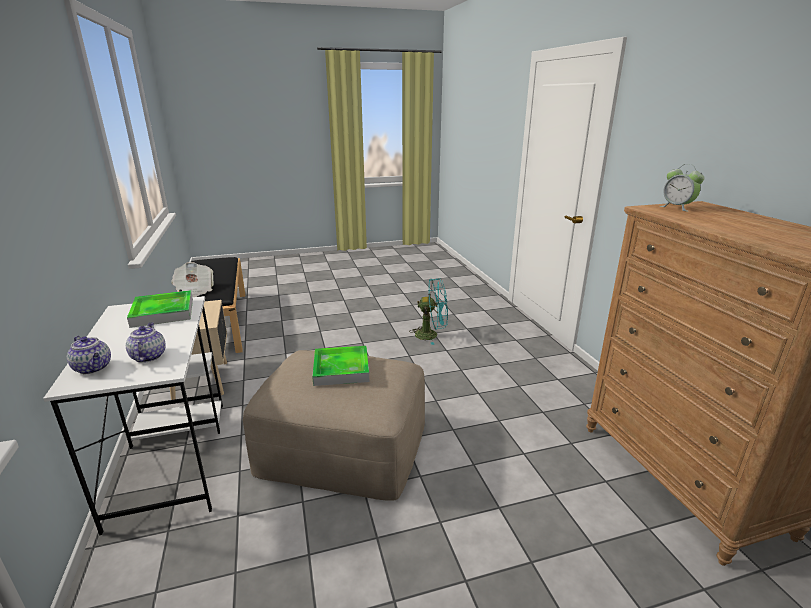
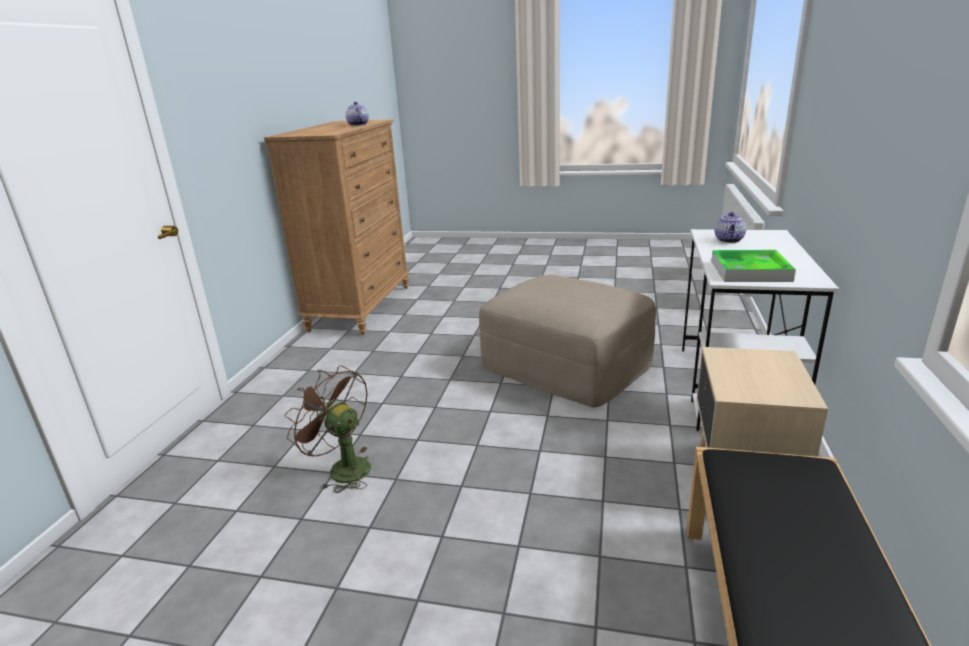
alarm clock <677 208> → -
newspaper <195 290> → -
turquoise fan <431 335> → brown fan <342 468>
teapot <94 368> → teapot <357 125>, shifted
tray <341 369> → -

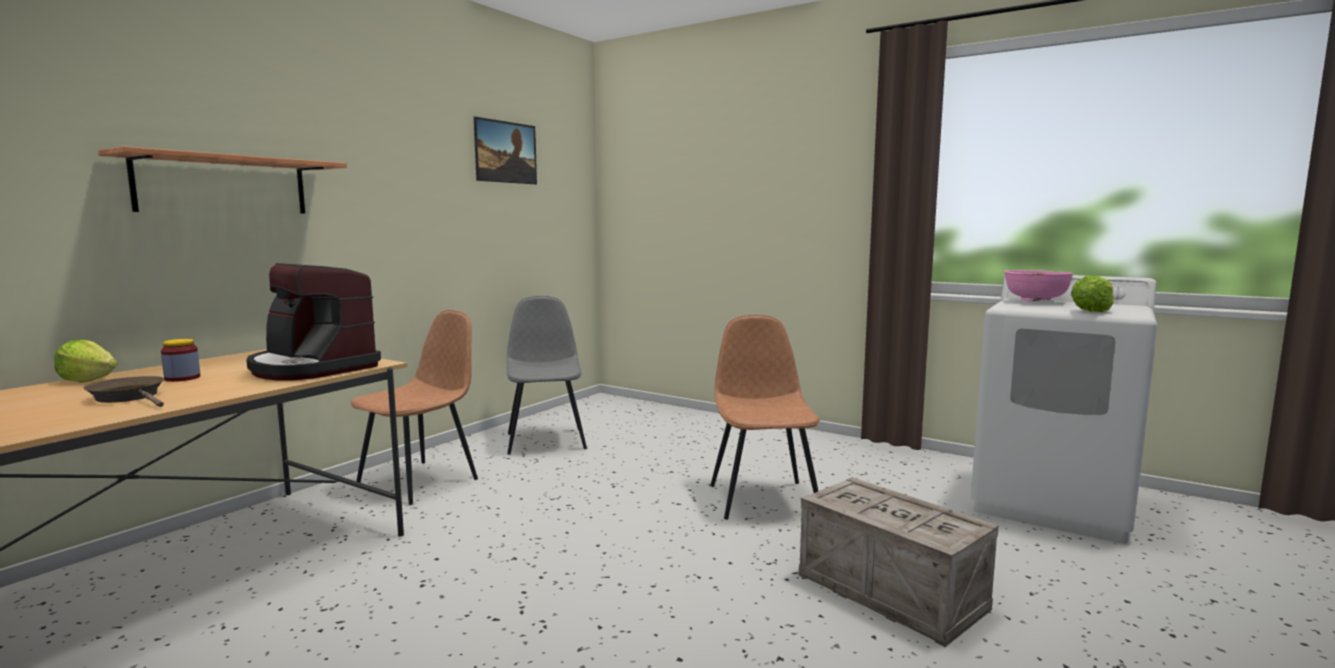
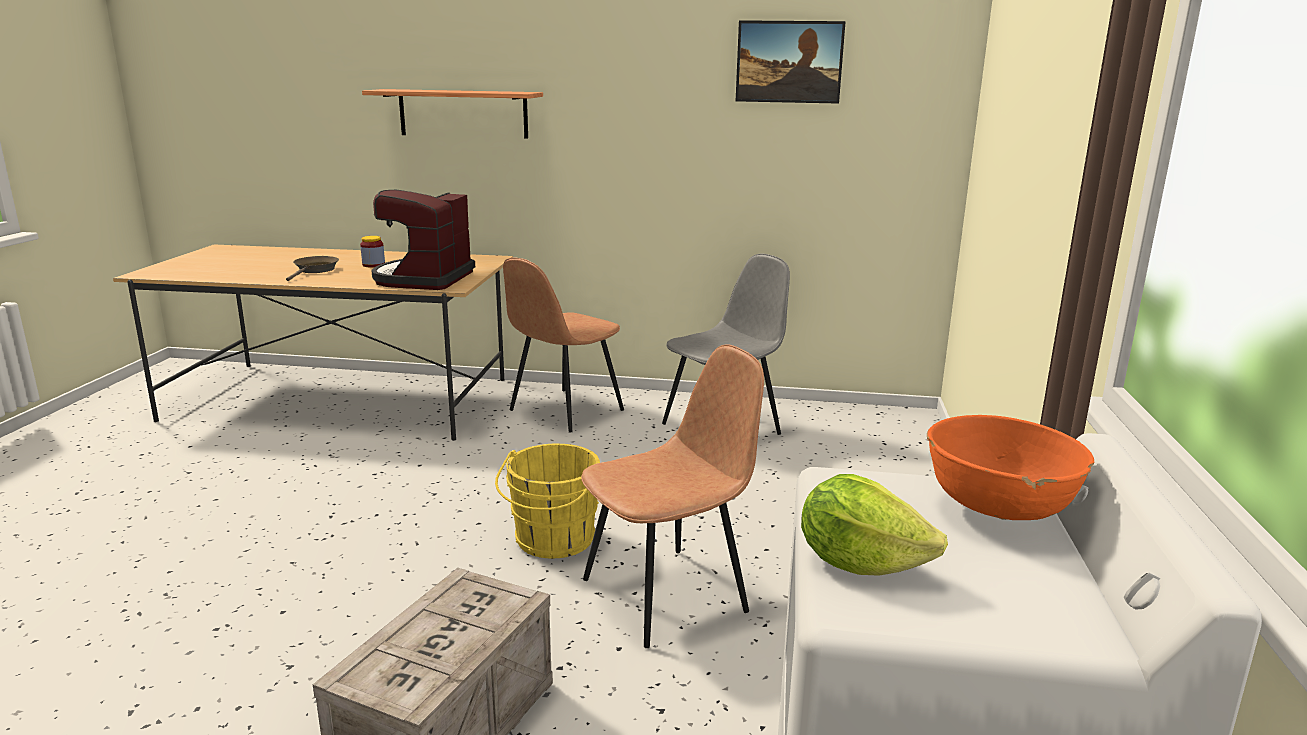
pink bowl <1035 300> → orange bowl <998 507>
brown chair <420 481> → brown chair <564 411>, 120 degrees clockwise
lettuce <88 380> → -
- → yellow bucket <552 541>

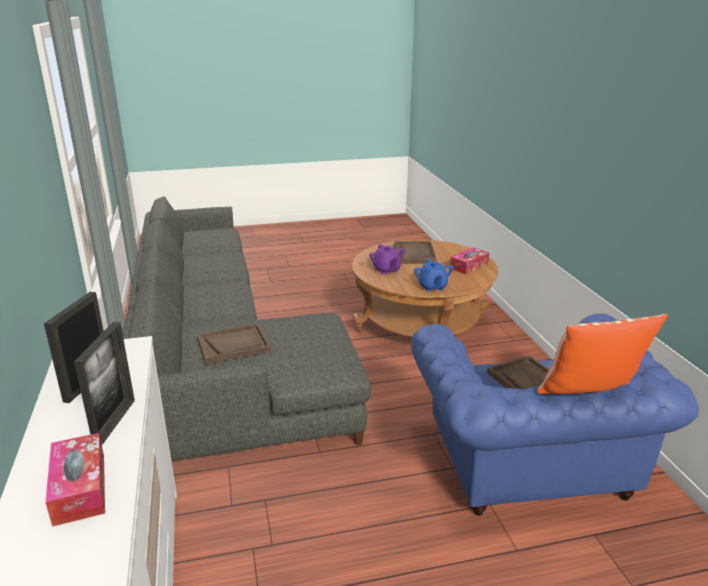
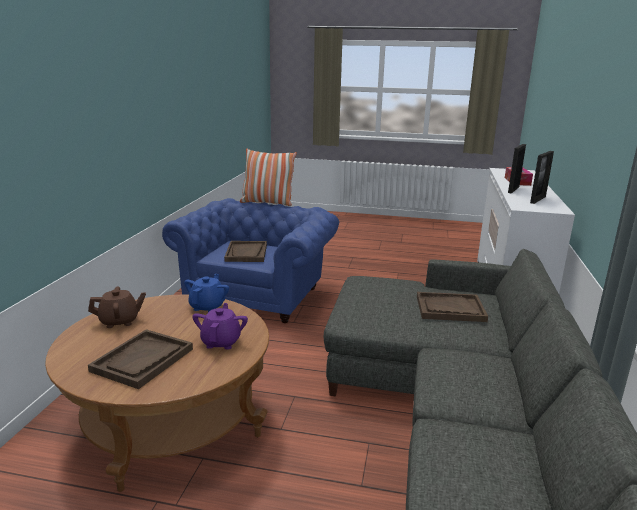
tissue box <469 266> → brown teapot <119 321>

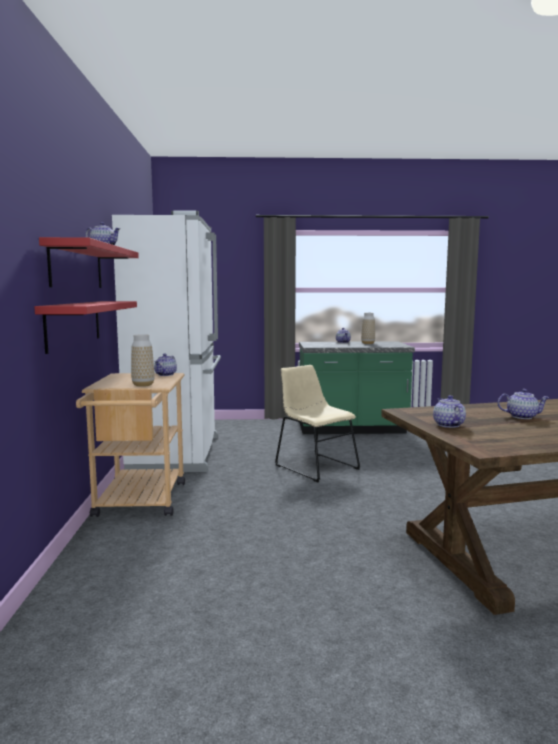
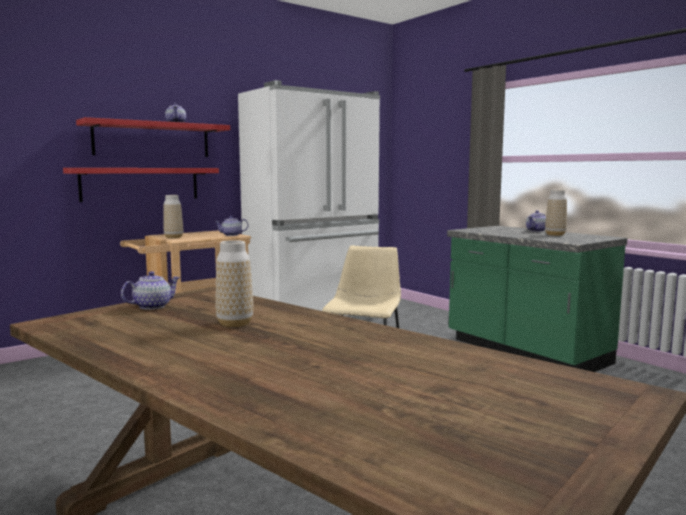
teapot <522 416> → vase <235 323>

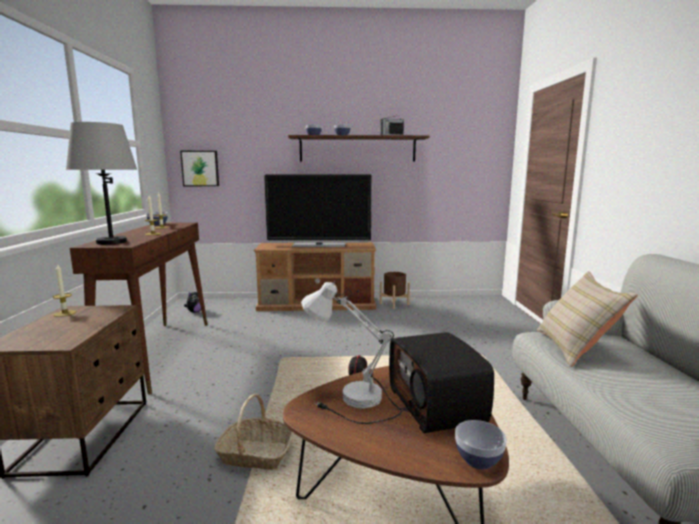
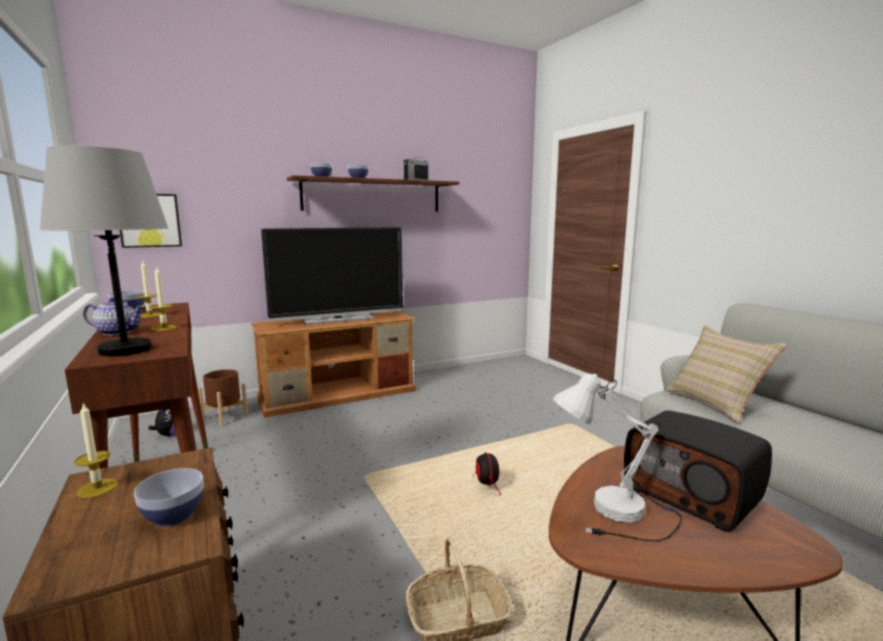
brown planter <394 304> → brown planter <224 417>, shifted
bowl <478 460> → bowl <173 516>, shifted
- → teapot <118 332>

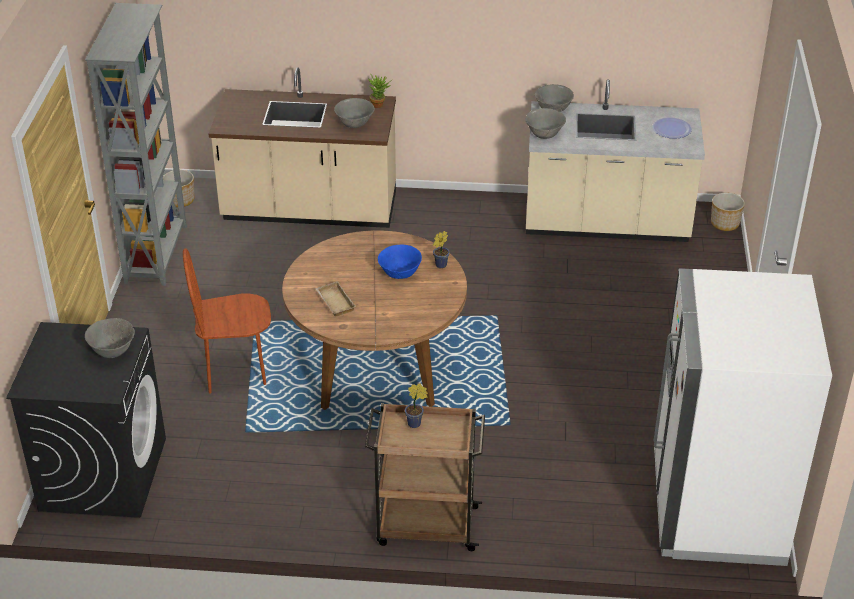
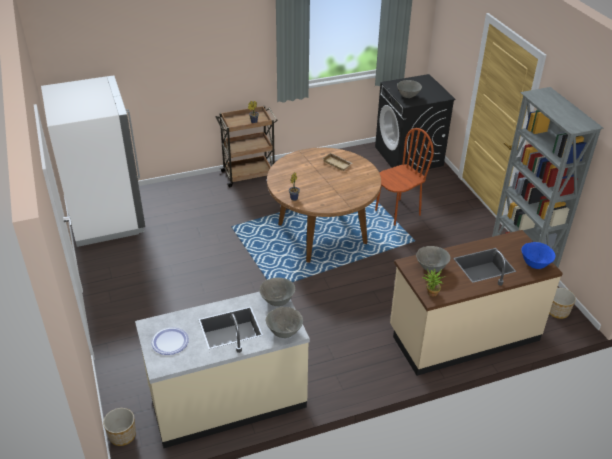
blue bowl <400 274> → blue bowl <535 264>, shifted

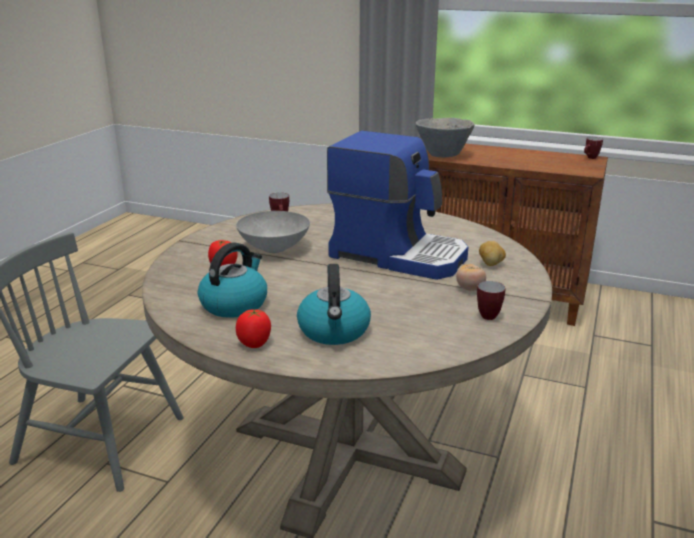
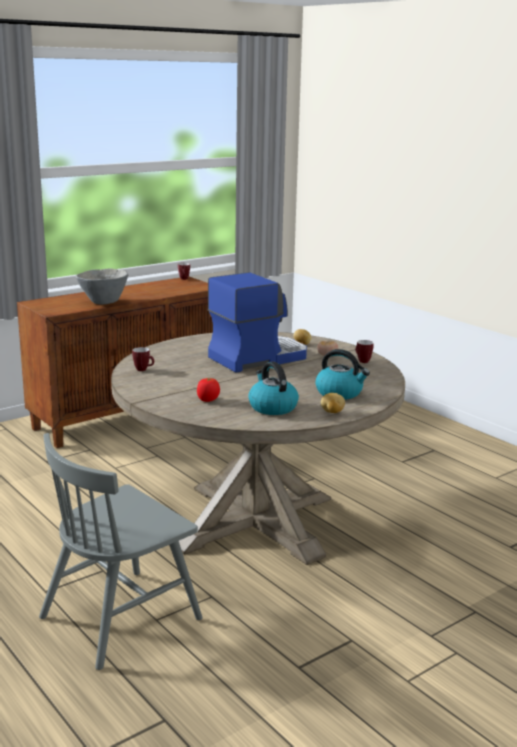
grey bowl <275 248> → -
tomato <254 343> → potato <332 412>

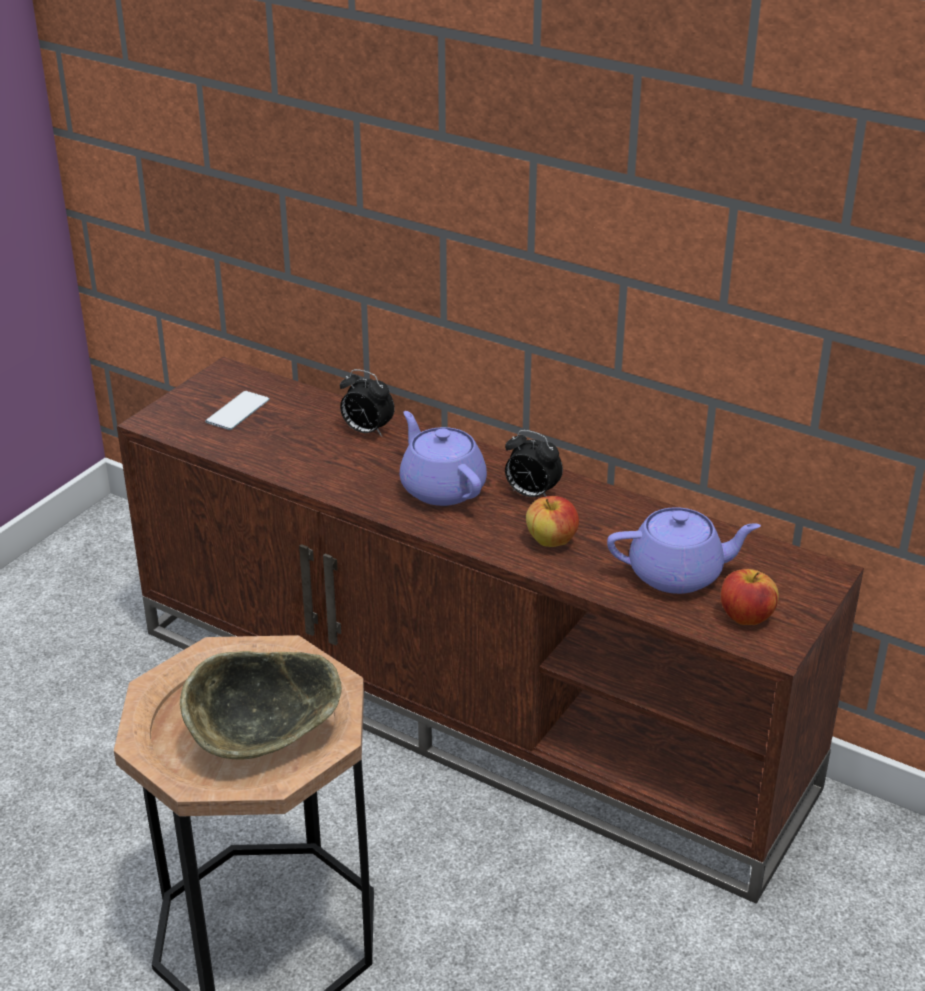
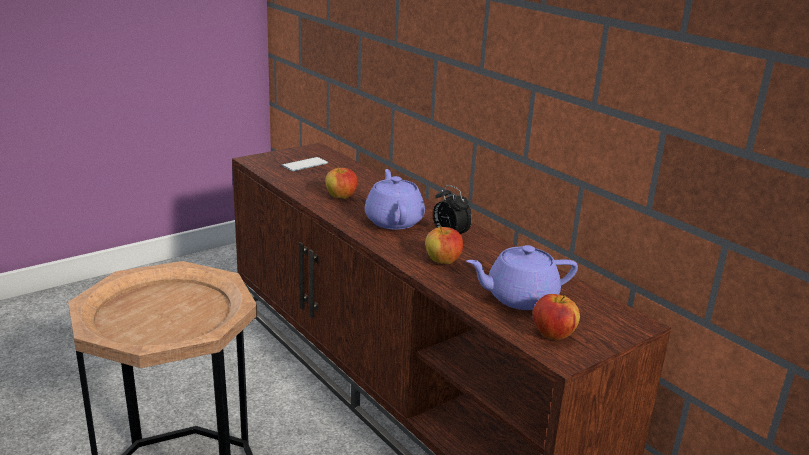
alarm clock <366 431> → -
purple teapot <678 574> → purple teapot <519 298>, 150 degrees clockwise
bowl <262 742> → -
- → apple <341 197>

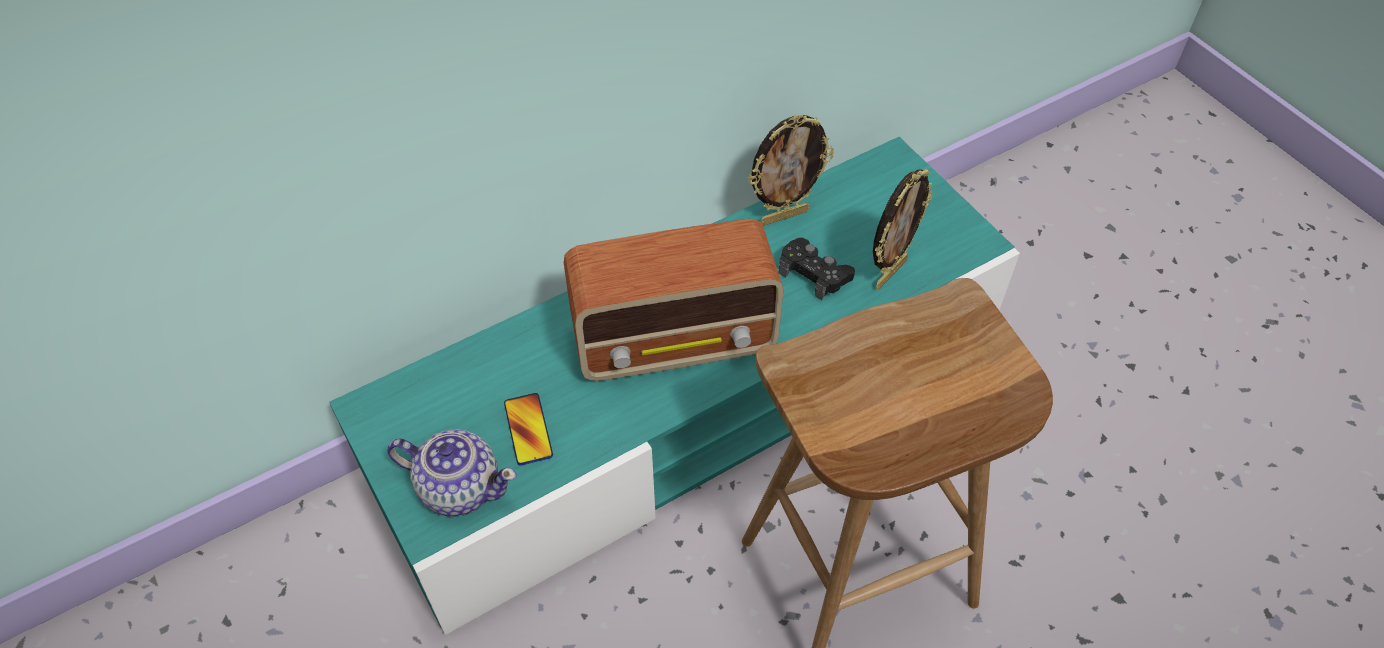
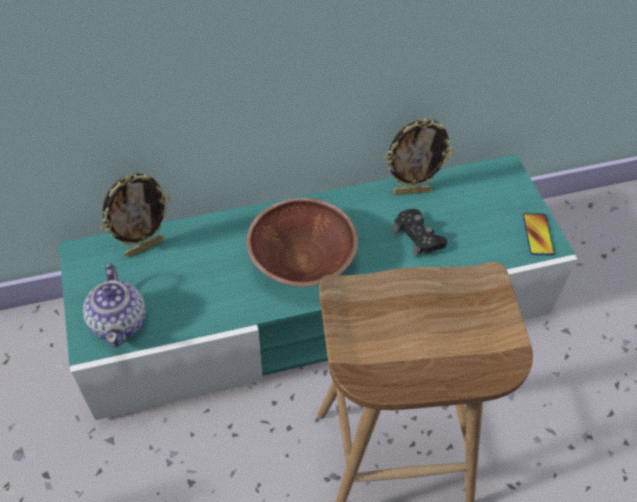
picture frame <889 272> → picture frame <145 247>, shifted
radio <676 340> → brown bowl <303 259>
phone <528 429> → phone <537 235>, shifted
teapot <459 487> → teapot <119 321>, 45 degrees clockwise

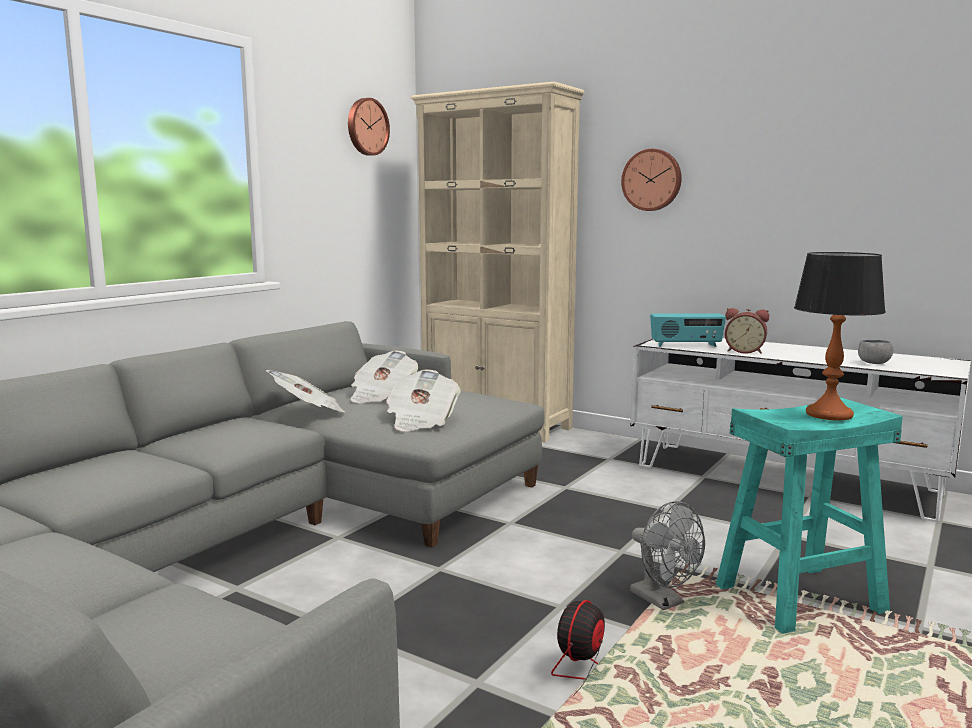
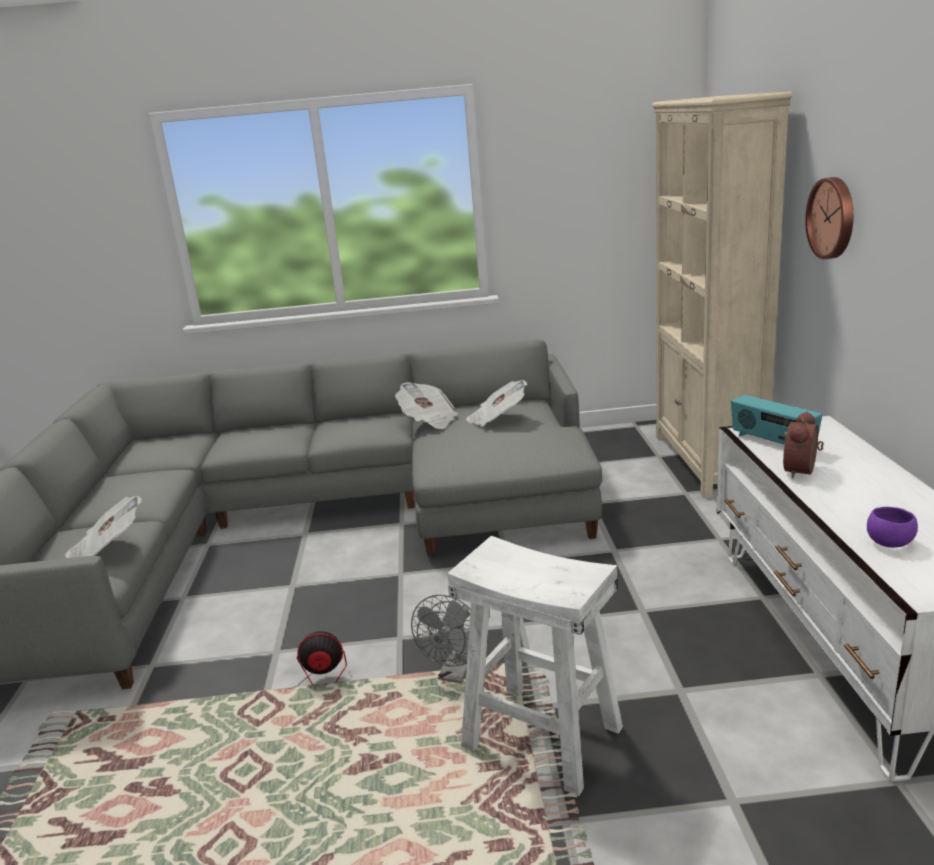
wall clock <366 127> → -
table lamp <829 414> → -
alarm clock <744 351> → alarm clock <803 471>, 45 degrees clockwise
grey bowl <874 363> → purple bowl <889 543>
newspaper <421 421> → newspaper <108 549>, shifted
turquoise stool <799 597> → white stool <543 736>

